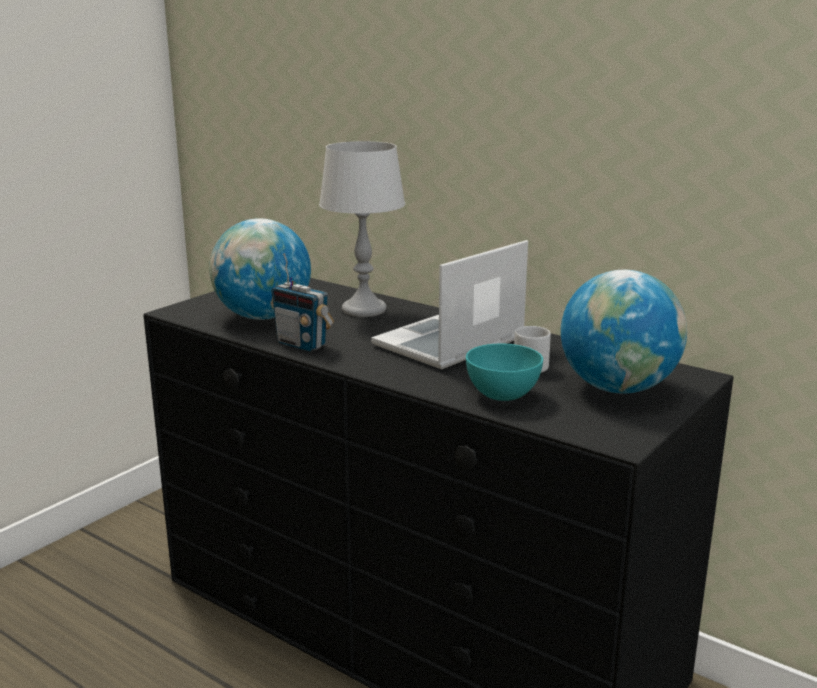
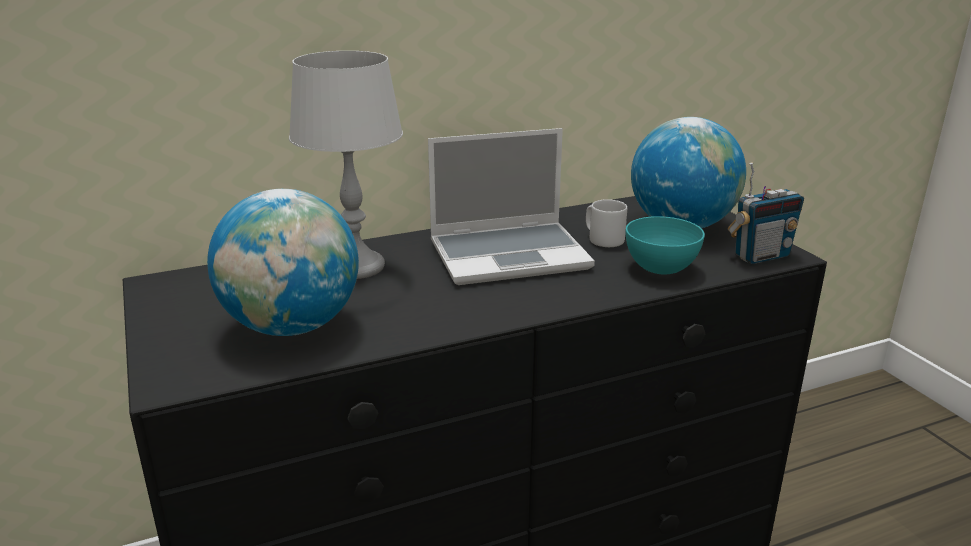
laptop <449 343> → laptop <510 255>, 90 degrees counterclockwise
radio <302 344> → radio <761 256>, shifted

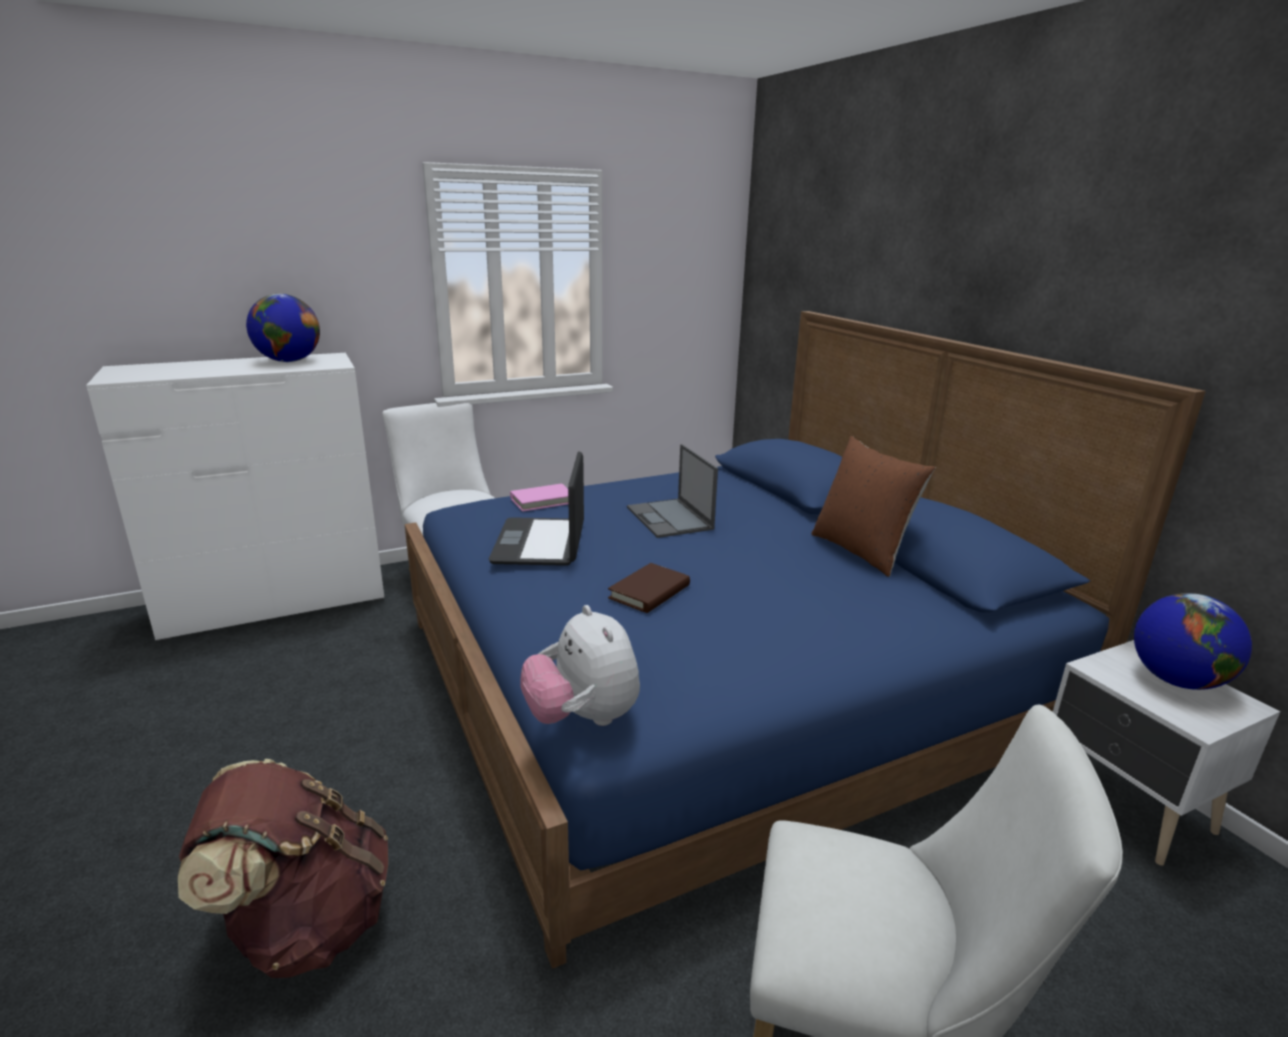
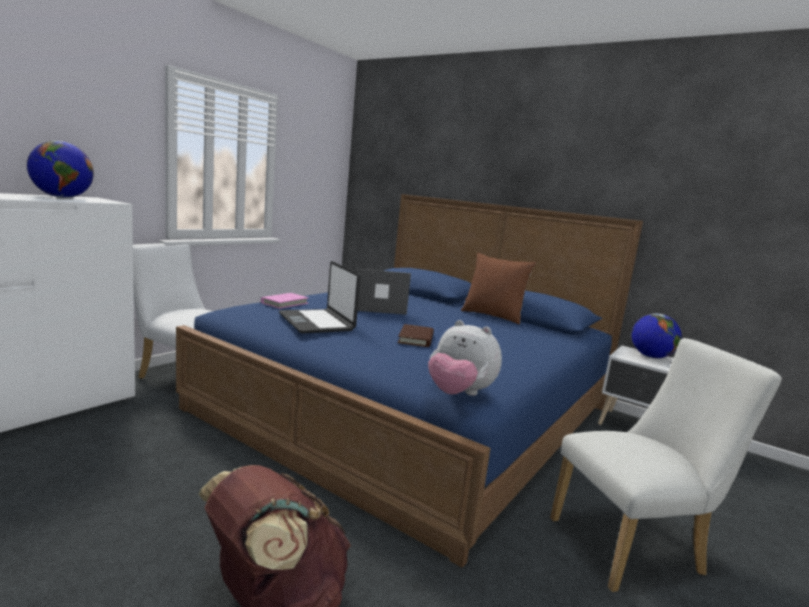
laptop <670 518> → laptop <377 308>, 135 degrees clockwise

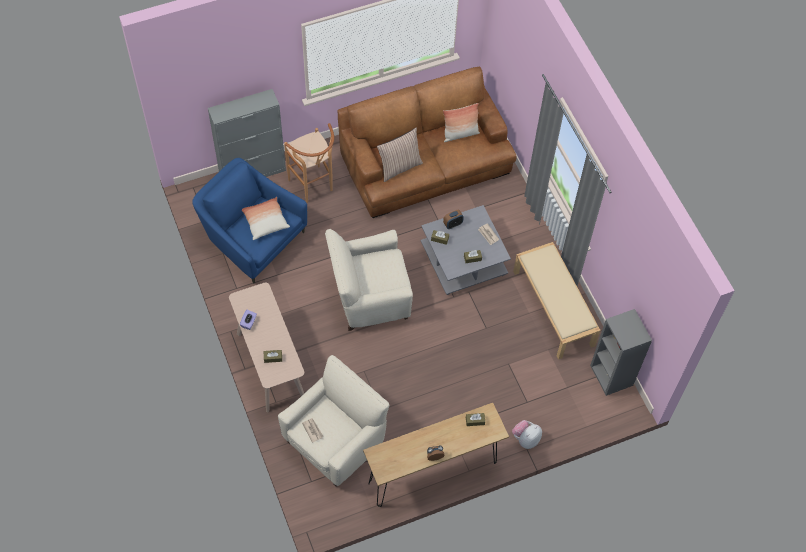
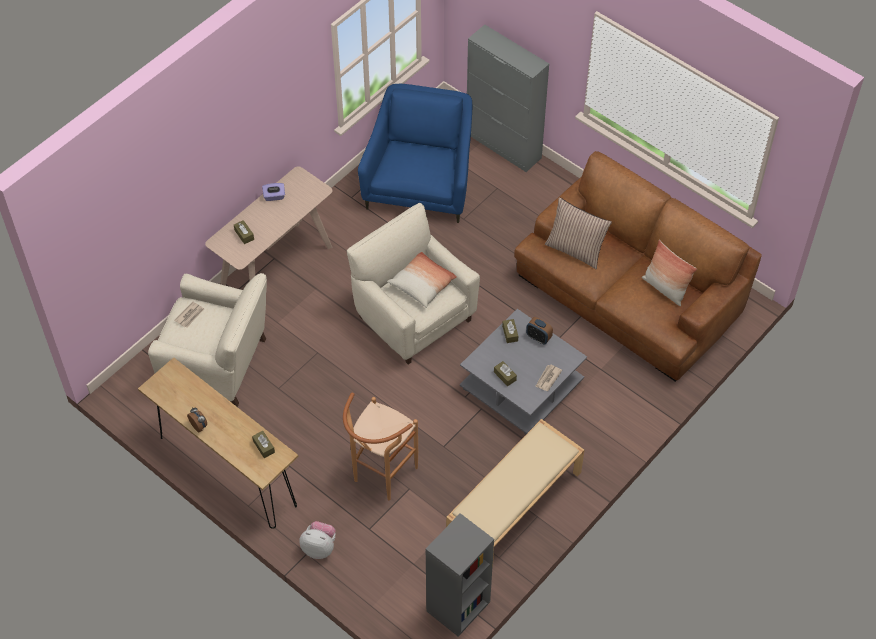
brown stool <313 188> → brown stool <381 478>, shifted
pillow <265 222> → pillow <422 284>, shifted

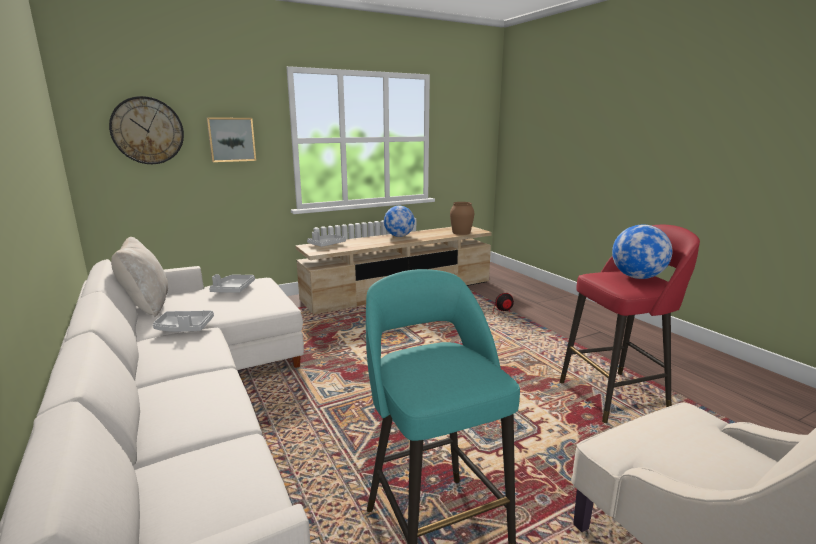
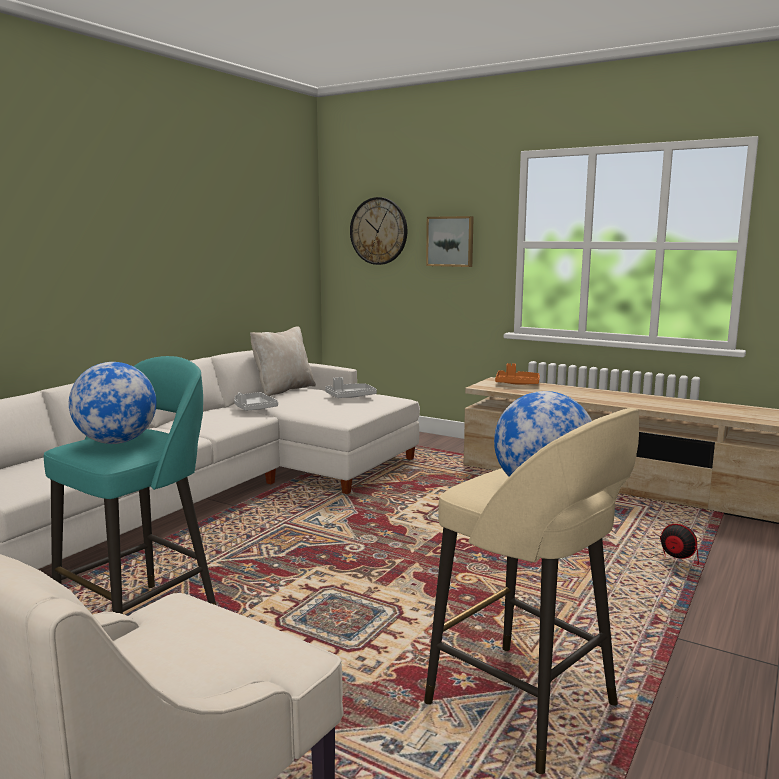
brown vase <461 232> → -
globe <399 236> → globe <116 442>, shifted
red stool <615 396> → beige stool <525 707>
grey tray <326 245> → orange tray <517 384>

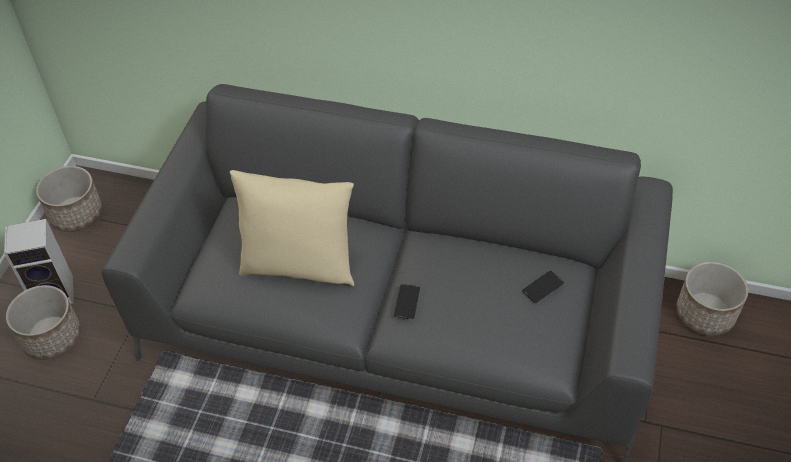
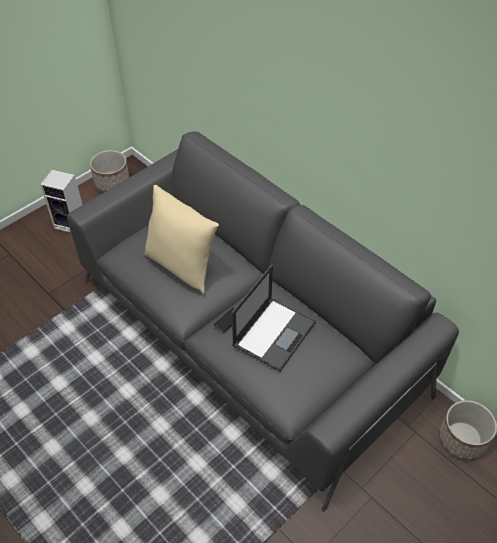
phone <543 287> → -
planter <52 337> → -
- → laptop <274 333>

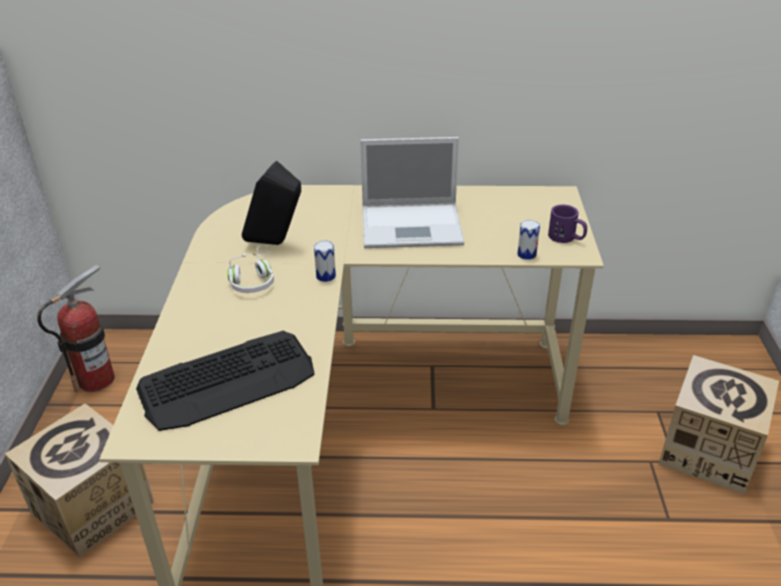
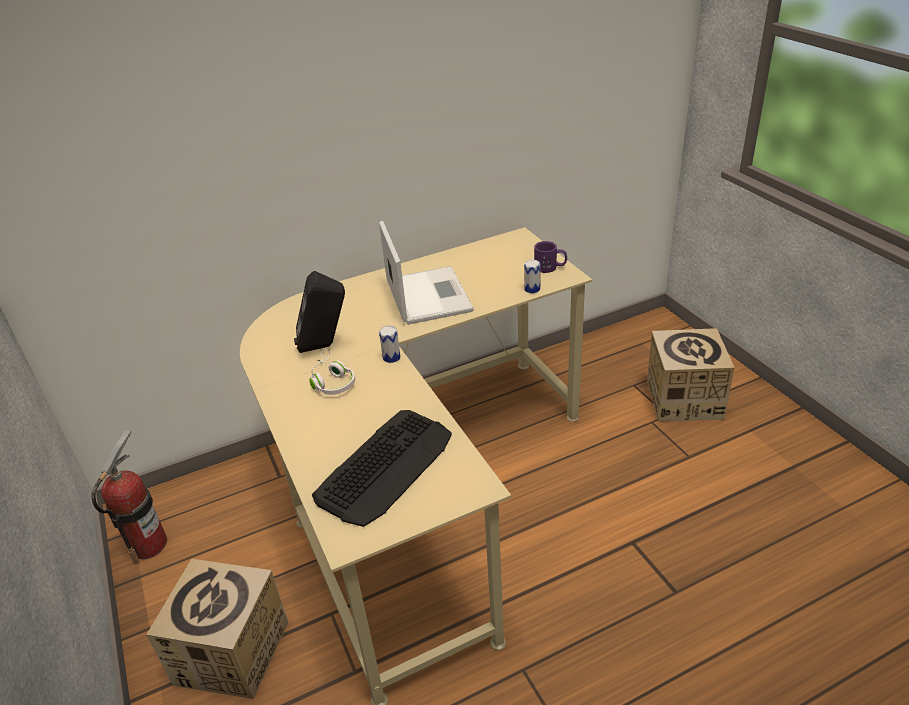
laptop <413 225> → laptop <427 295>, 75 degrees counterclockwise

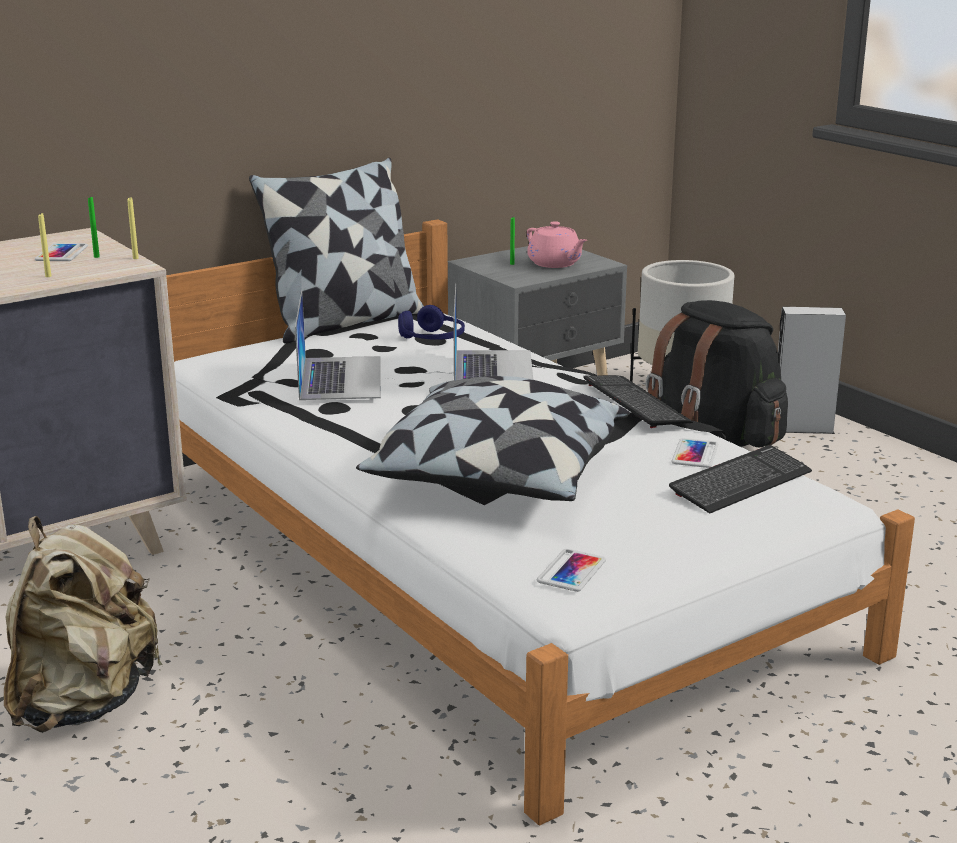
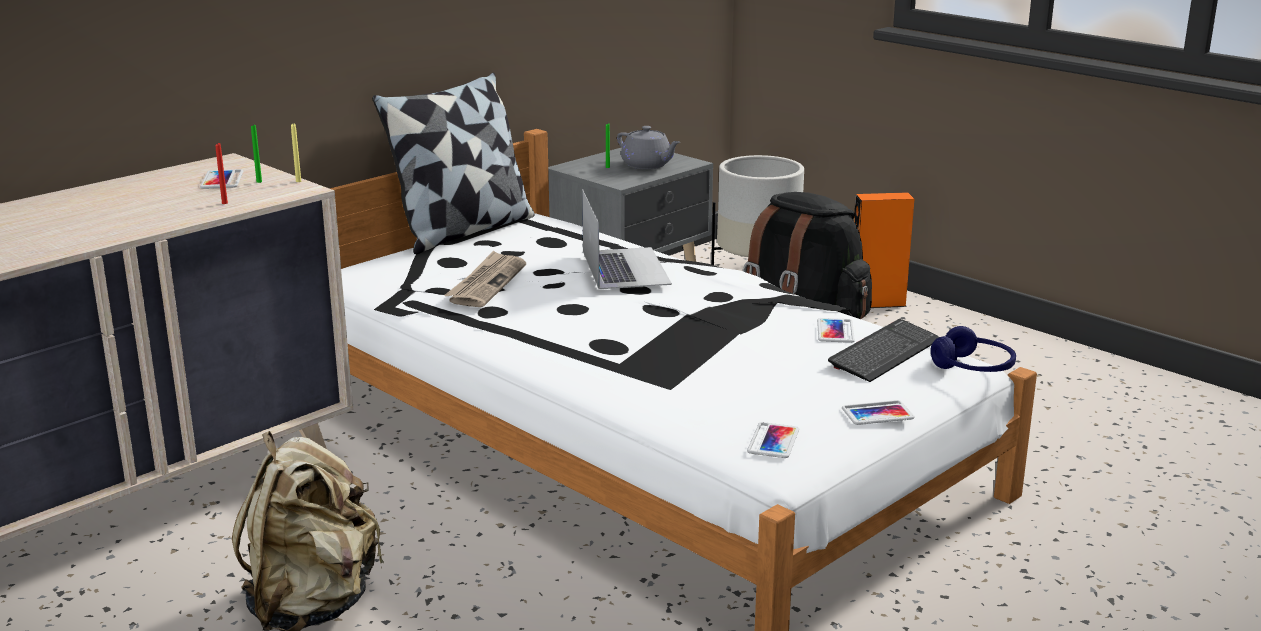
yellow candle <48 276> → red candle <224 203>
pink teapot <555 264> → grey teapot <647 165>
laptop <340 377> → newspaper <486 283>
blue headphones <432 339> → blue headphones <973 368>, shifted
grey speaker <802 428> → orange speaker <877 303>
keyboard <635 403> → -
pillow <498 478> → -
- → phone <877 413>

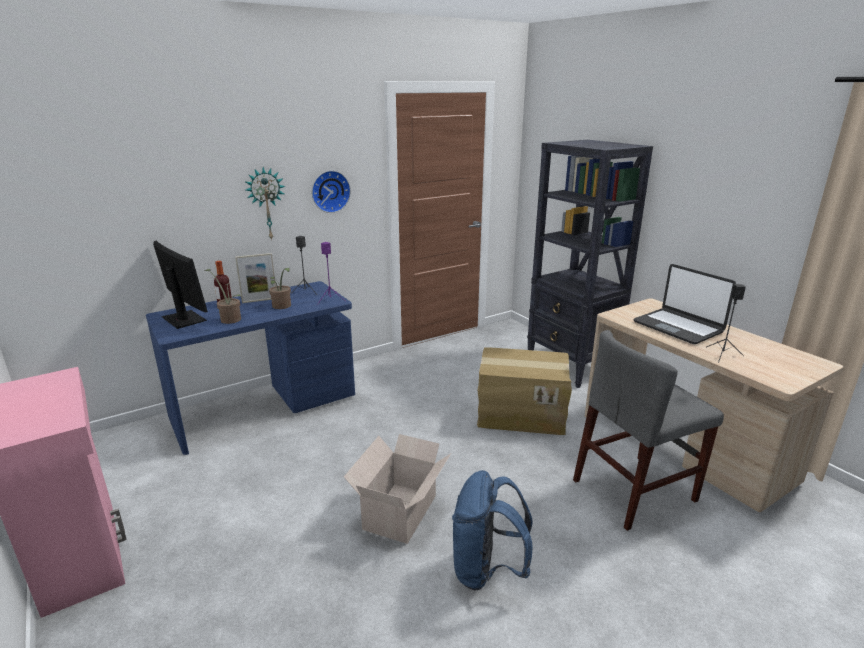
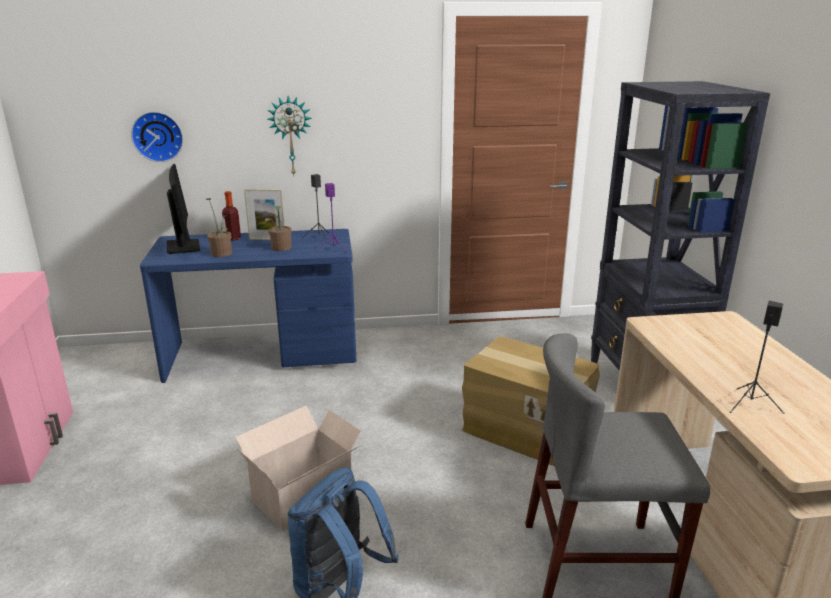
wall clock <330 191> → wall clock <158 136>, shifted
laptop <678 327> → -

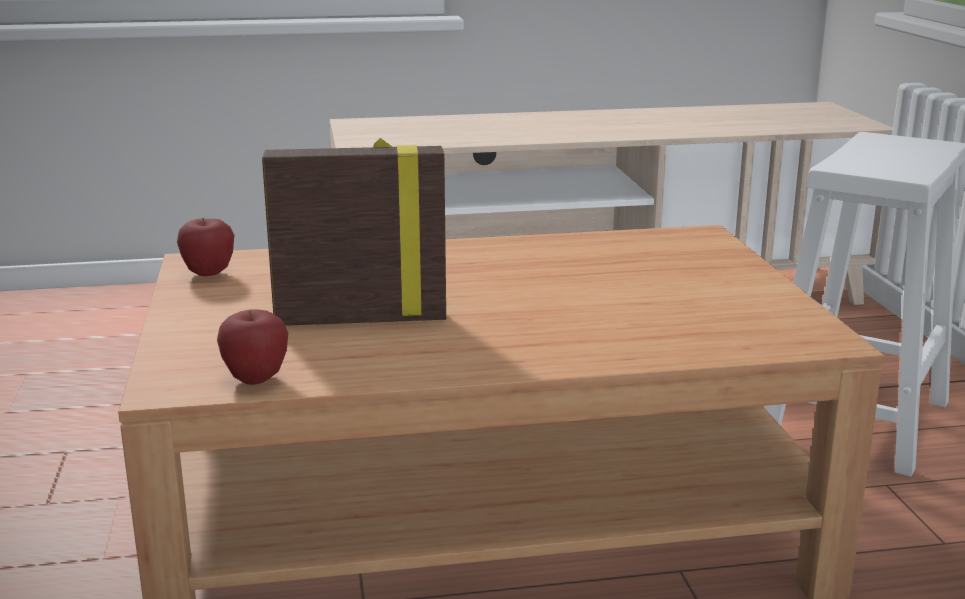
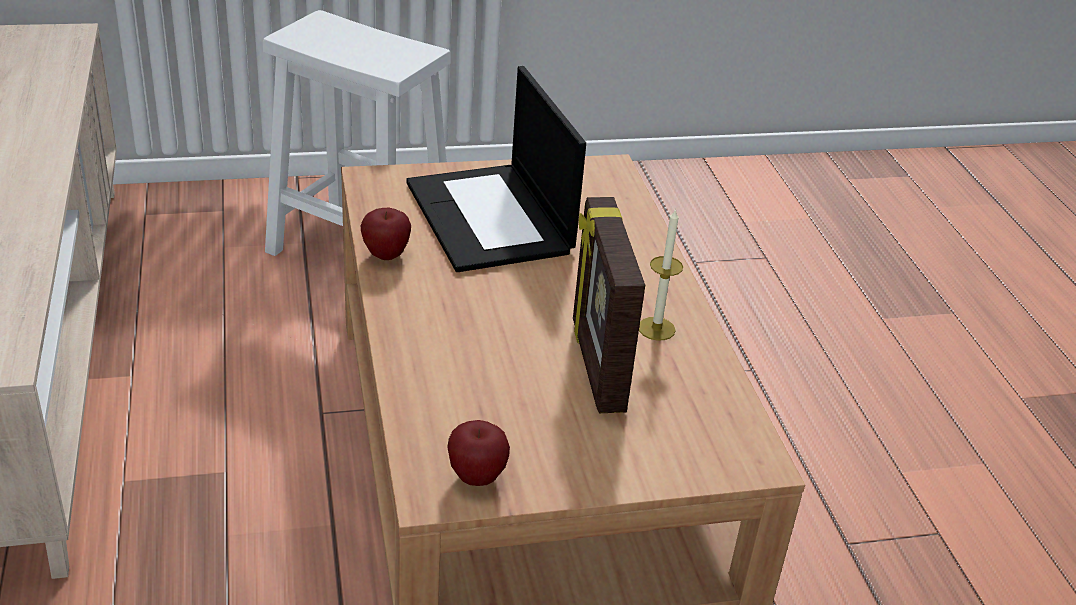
apple <256 379> → apple <386 255>, shifted
- → laptop <491 218>
- → candle <656 328>

